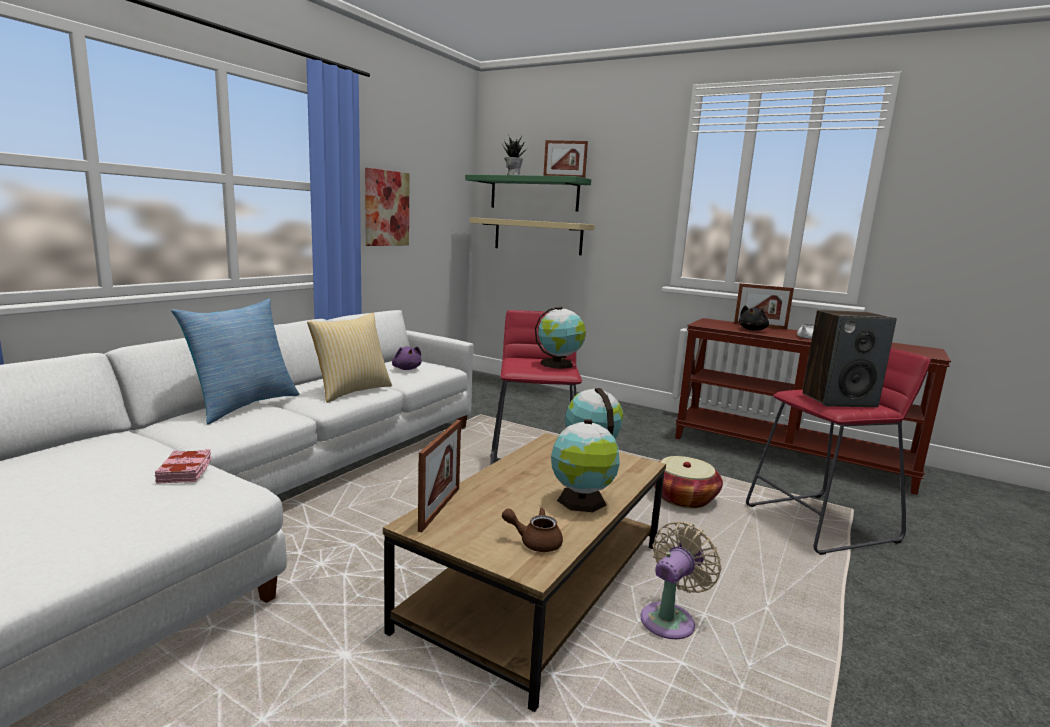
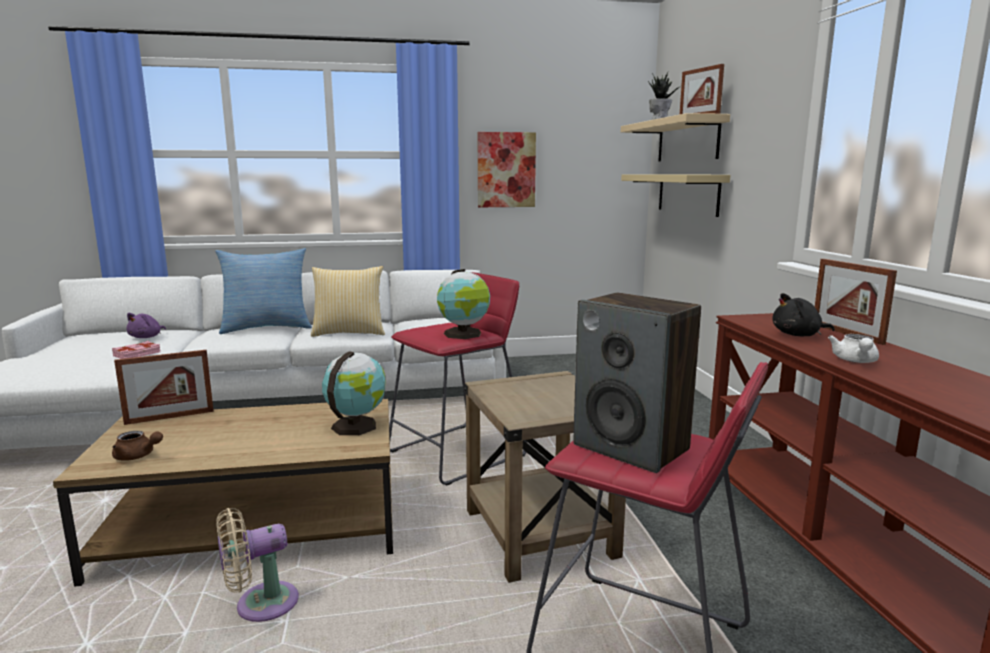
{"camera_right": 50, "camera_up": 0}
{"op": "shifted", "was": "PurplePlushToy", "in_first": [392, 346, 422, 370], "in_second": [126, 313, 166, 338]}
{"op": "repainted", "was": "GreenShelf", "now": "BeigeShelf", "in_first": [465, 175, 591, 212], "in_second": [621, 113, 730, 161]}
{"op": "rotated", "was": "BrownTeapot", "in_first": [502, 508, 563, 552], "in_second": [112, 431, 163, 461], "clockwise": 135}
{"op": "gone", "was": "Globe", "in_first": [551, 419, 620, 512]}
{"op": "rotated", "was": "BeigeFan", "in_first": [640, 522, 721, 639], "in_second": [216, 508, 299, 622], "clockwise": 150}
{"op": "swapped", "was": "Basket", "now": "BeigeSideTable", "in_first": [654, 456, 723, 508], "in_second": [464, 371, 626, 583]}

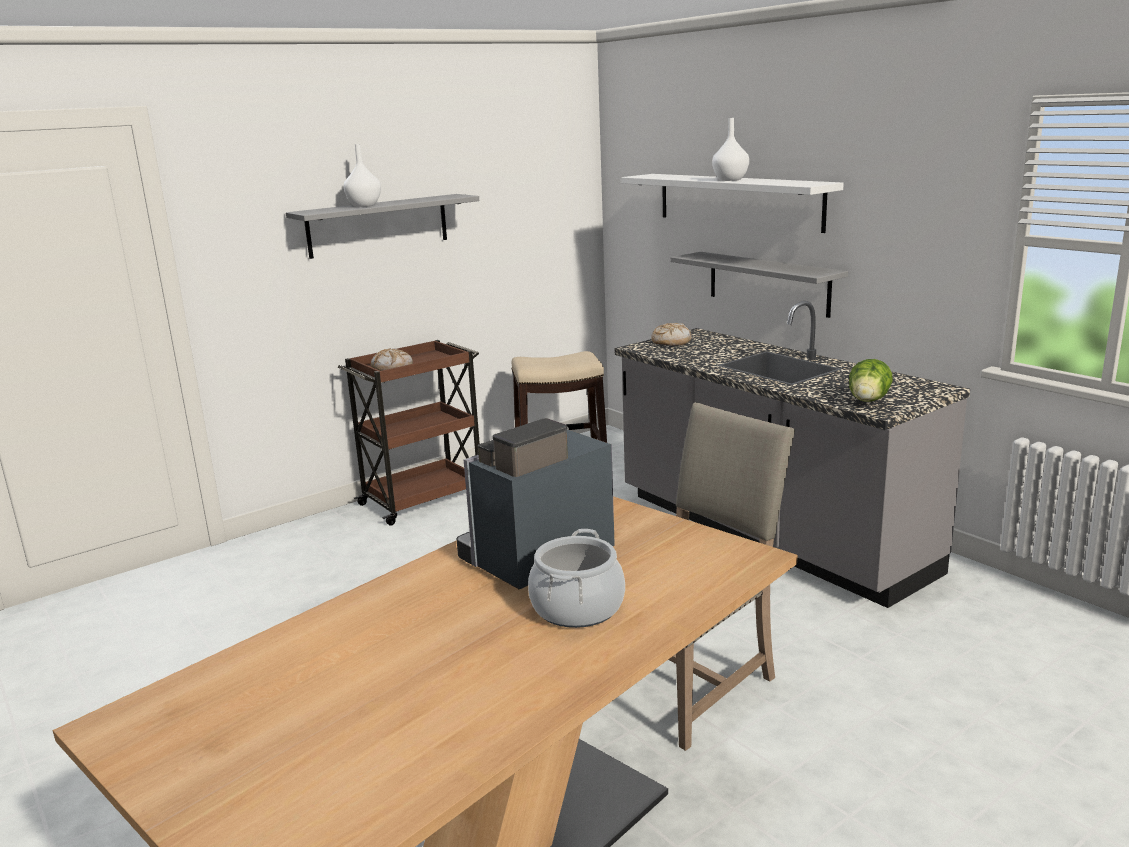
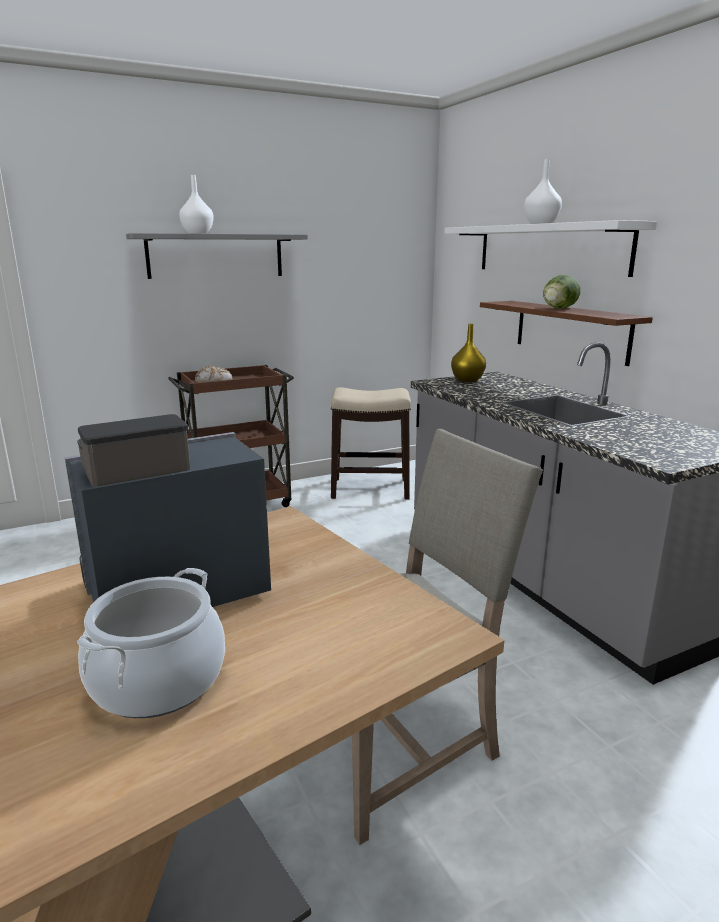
{"camera_right": 10, "camera_up": 0}
{"op": "swapped", "was": "Bread", "now": "YellowVase", "in_first": [651, 323, 692, 346], "in_second": [451, 324, 486, 382]}
{"op": "repainted", "was": "GreyShelf", "now": "BrownShelf", "in_first": [670, 252, 848, 318], "in_second": [480, 301, 653, 366]}
{"op": "shifted", "was": "Lettuce", "in_first": [849, 359, 893, 402], "in_second": [543, 275, 580, 308]}

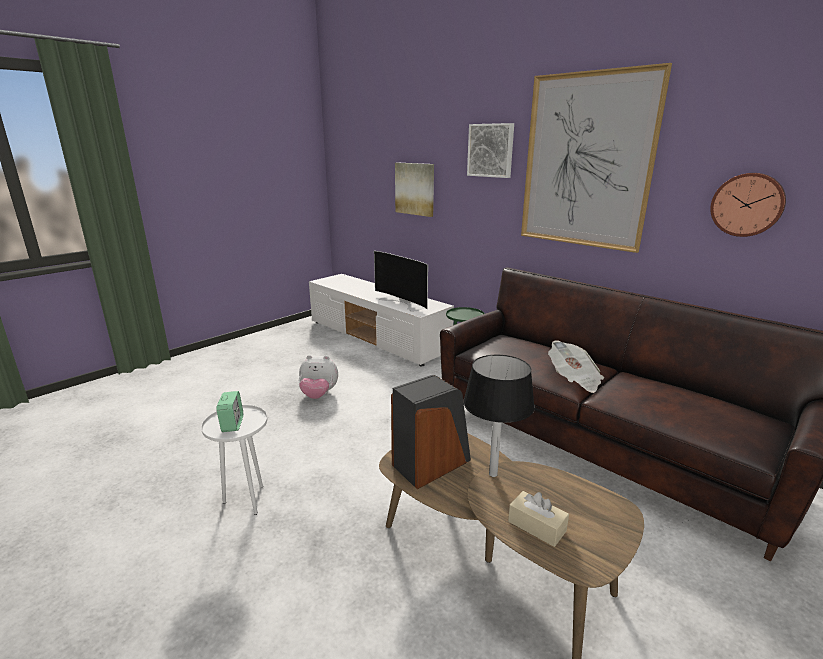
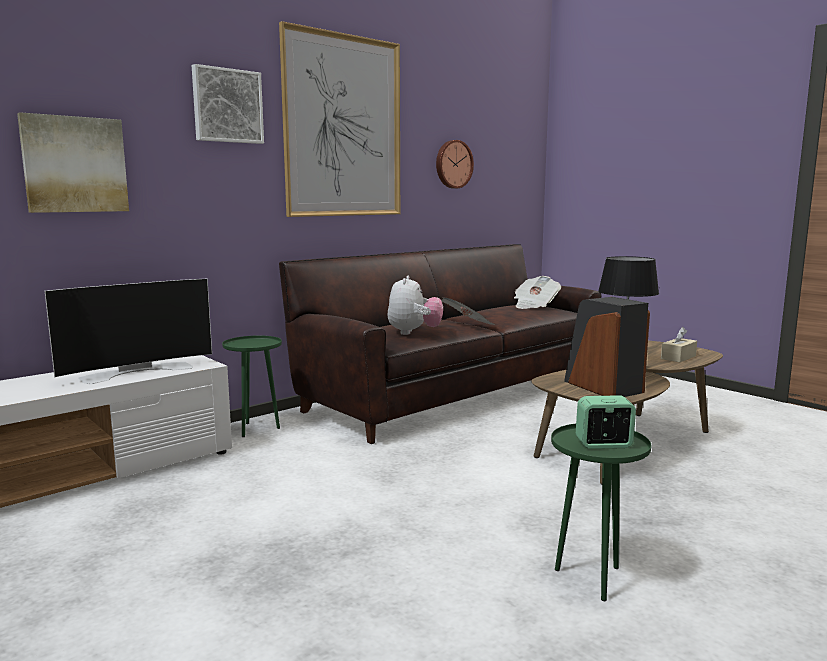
{"camera_right": -85, "camera_up": -10}
{"op": "repainted", "was": "WhiteSideTable", "now": "GreenSideTable", "in_first": [201, 405, 267, 515], "in_second": [551, 424, 651, 601]}
{"op": "shifted", "was": "PlushToy", "in_first": [298, 355, 338, 399], "in_second": [387, 276, 443, 335]}
{"op": "new", "now": "Newspaper", "in_second": [514, 276, 561, 309]}

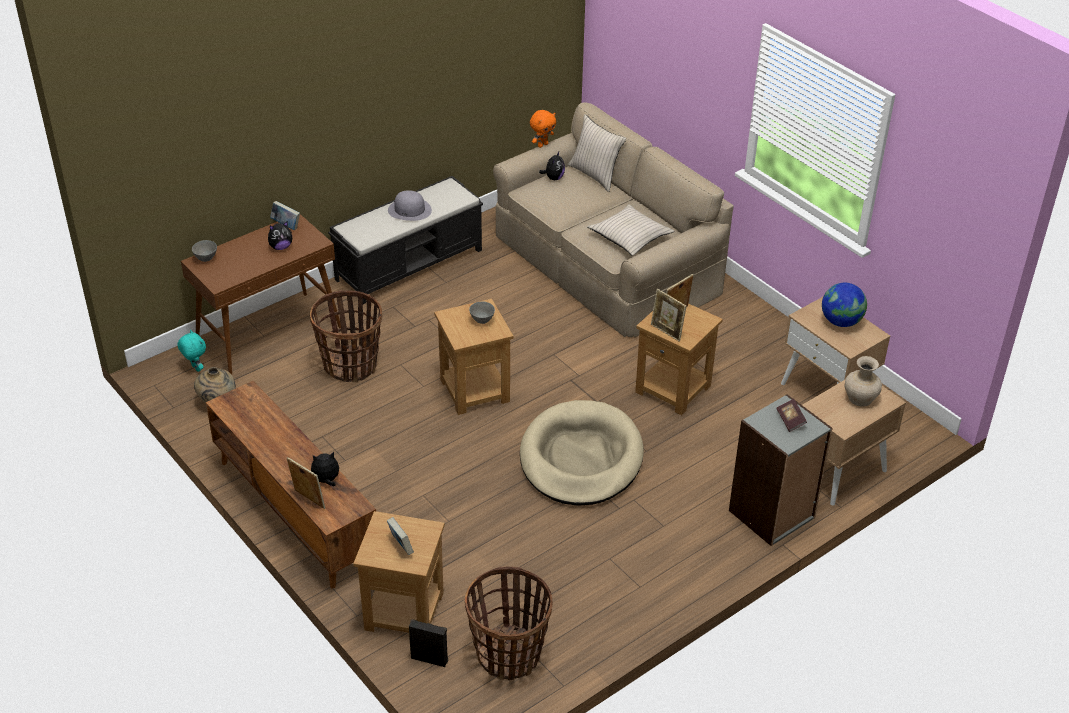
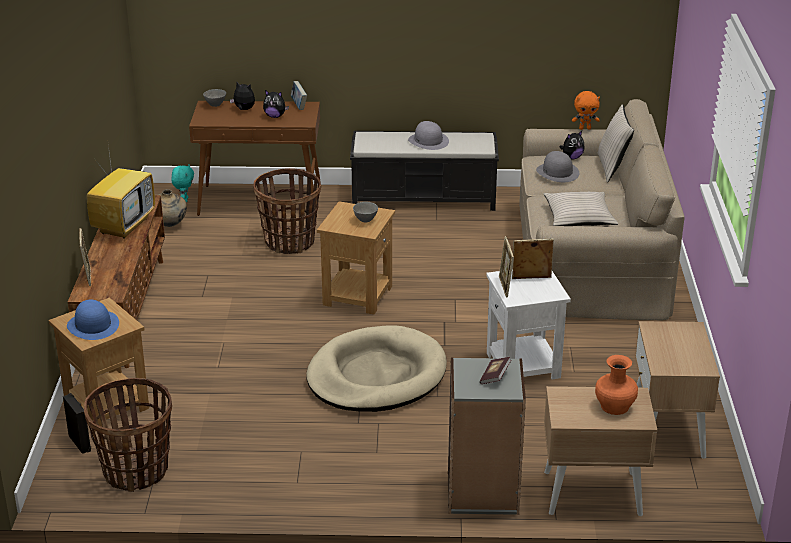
{"camera_right": 40, "camera_up": -10}
{"op": "shifted", "was": "PlushToy", "in_first": [311, 452, 339, 486], "in_second": [230, 82, 255, 110]}
{"op": "swapped", "was": "Book", "now": "BlueHat", "in_first": [387, 517, 413, 555], "in_second": [67, 299, 119, 340]}
{"op": "repainted", "was": "BrownSideTable", "now": "WhiteSideTable", "in_first": [635, 303, 723, 415], "in_second": [486, 271, 571, 379]}
{"op": "gone", "was": "Globe", "in_first": [822, 283, 867, 327]}
{"op": "repainted", "was": "BeigeVase", "now": "OrangeVase", "in_first": [845, 356, 882, 407], "in_second": [595, 355, 638, 415]}
{"op": "new", "now": "Television", "in_second": [87, 145, 155, 239]}
{"op": "new", "now": "GreyHat", "in_second": [536, 151, 579, 182]}

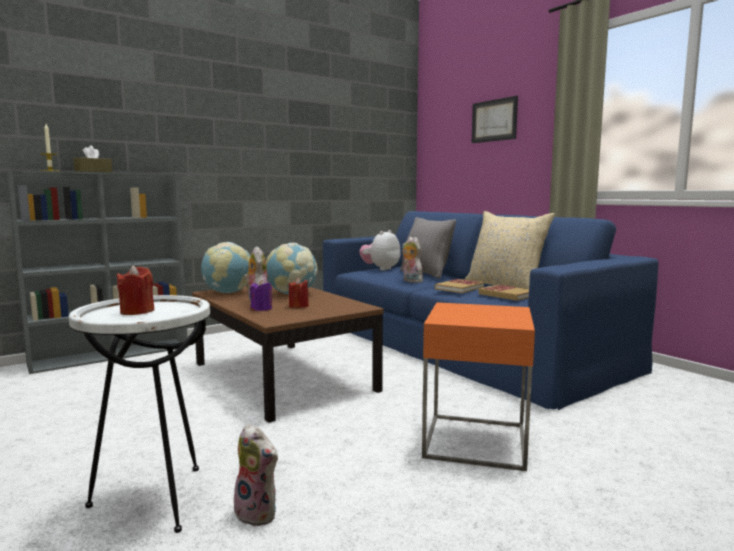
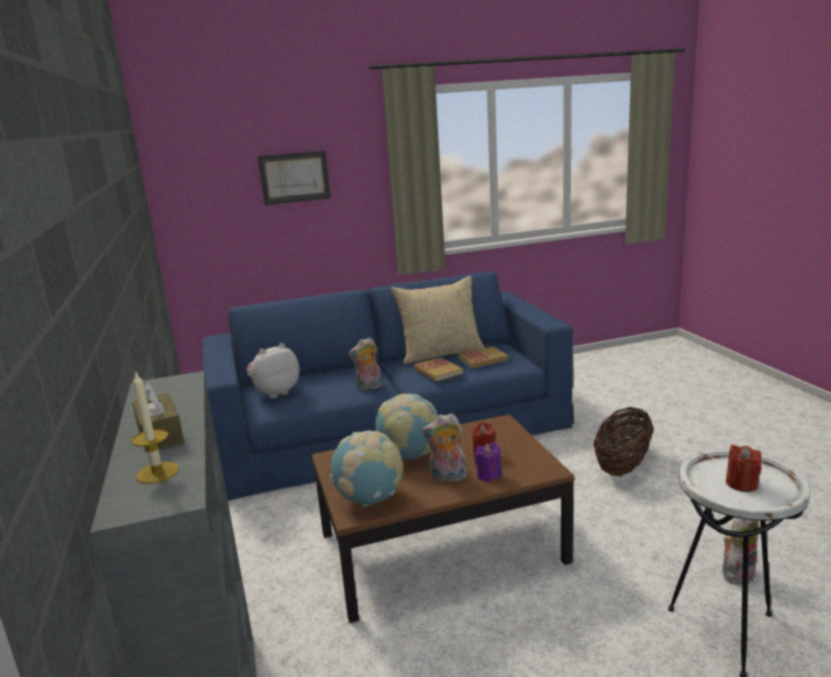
{"camera_right": -70, "camera_up": 10}
{"op": "rotated", "was": "PlushToy", "in_first": [359, 230, 401, 271], "in_second": [247, 343, 299, 399], "clockwise": 90}
{"op": "gone", "was": "GreyPillow", "in_first": [400, 217, 456, 279]}
{"op": "swapped", "was": "OrangeSideTable", "now": "Basket", "in_first": [422, 302, 535, 471], "in_second": [593, 407, 654, 476]}

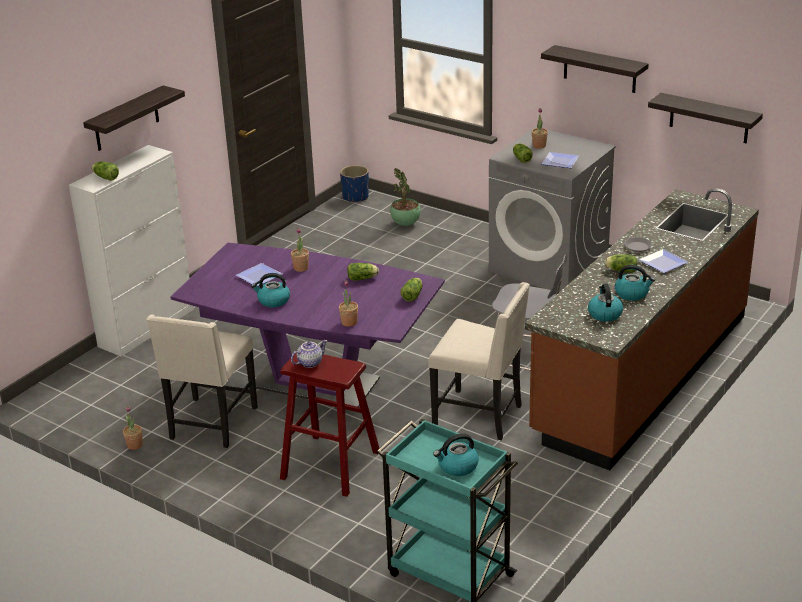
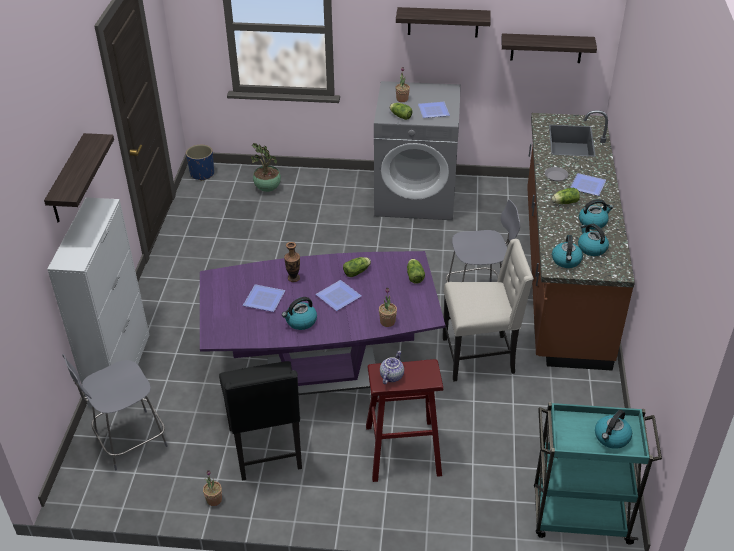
{"camera_right": -30, "camera_up": 10}
{"op": "gone", "was": "Lettuce", "in_first": [92, 161, 119, 181]}
{"op": "repainted", "was": "BeigeChair", "now": "BlackChair", "in_first": [147, 315, 258, 448], "in_second": [219, 361, 302, 481]}
{"op": "swapped", "was": "PottedPlant", "now": "Vase", "in_first": [291, 228, 309, 272], "in_second": [284, 242, 300, 282]}
{"op": "new", "now": "GreyStool", "in_second": [62, 354, 168, 470]}
{"op": "new", "now": "Plate", "in_second": [316, 280, 361, 311]}
{"op": "new", "now": "Kettle", "in_second": [552, 235, 583, 268]}

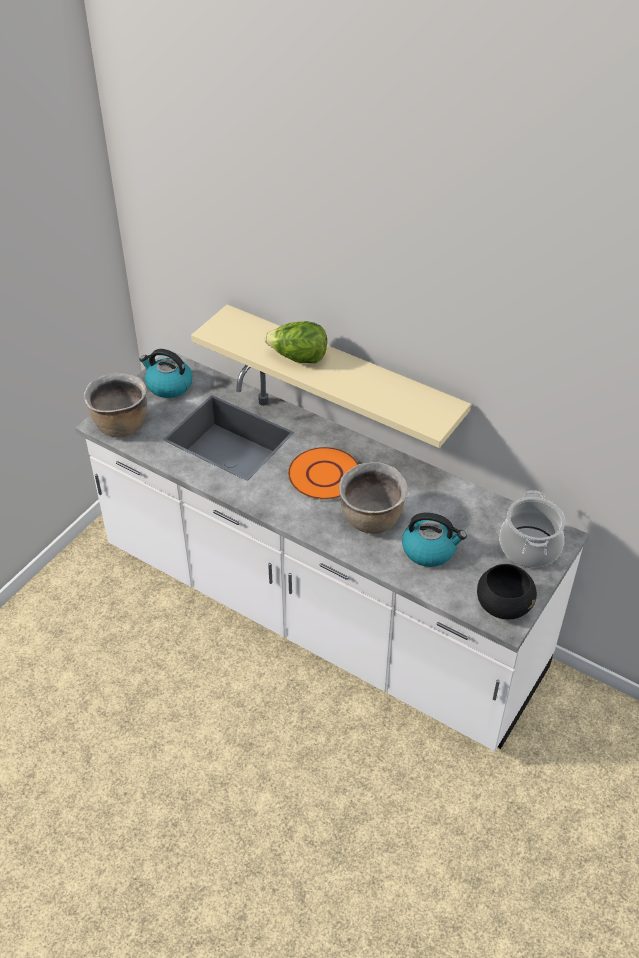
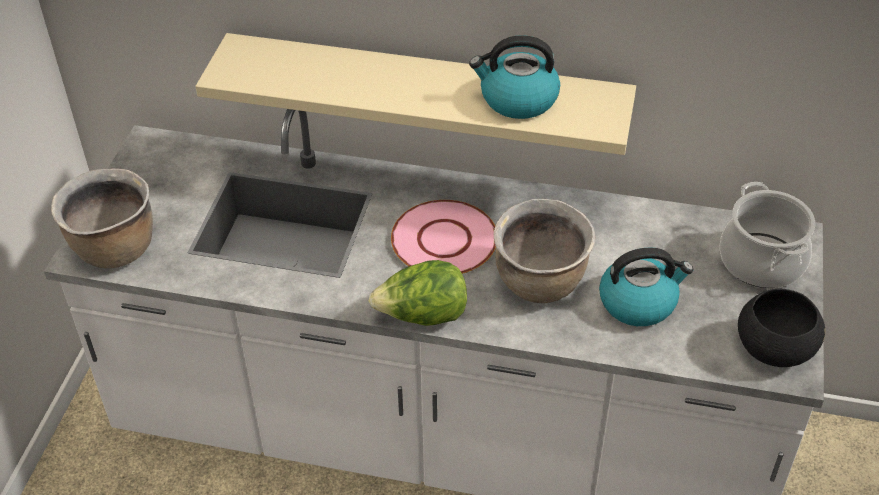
{"camera_right": -20, "camera_up": 0}
{"op": "shifted", "was": "Kettle", "in_first": [140, 349, 193, 398], "in_second": [469, 35, 560, 119]}
{"op": "shifted", "was": "Lettuce", "in_first": [264, 321, 327, 363], "in_second": [369, 260, 467, 326]}
{"op": "repainted", "was": "OrangePlate", "now": "PinkPlate", "in_first": [288, 447, 359, 500], "in_second": [391, 200, 496, 274]}

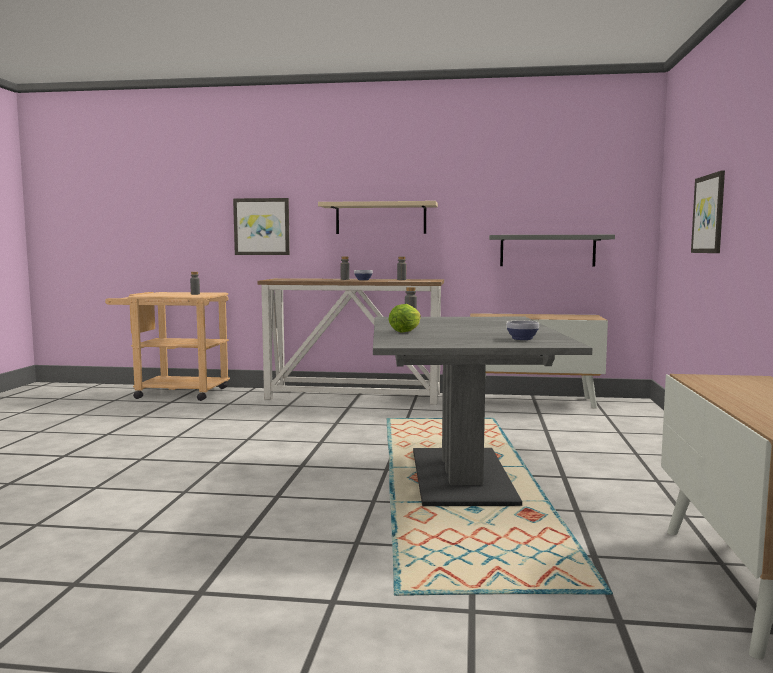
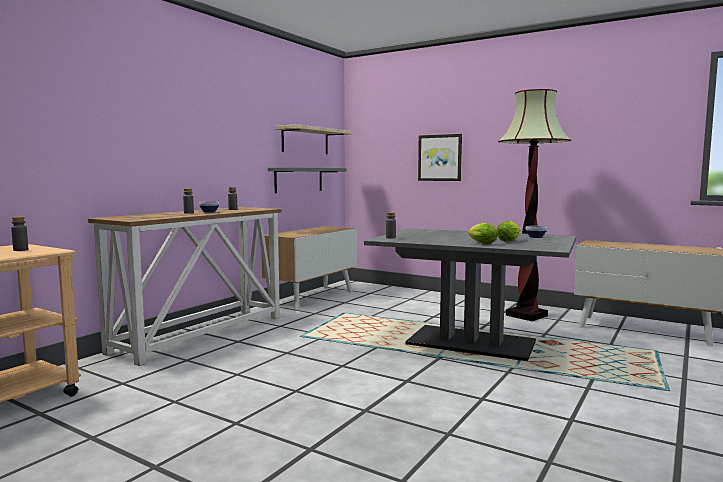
{"camera_right": -65, "camera_up": 0}
{"op": "gone", "was": "Picture", "in_first": [233, 198, 290, 255]}
{"op": "shifted", "was": "BeigeShelf", "in_first": [318, 201, 438, 234], "in_second": [275, 124, 352, 154]}
{"op": "new", "now": "Lettuce", "in_second": [496, 221, 520, 242]}
{"op": "new", "now": "FloorLamp", "in_second": [498, 89, 571, 321]}

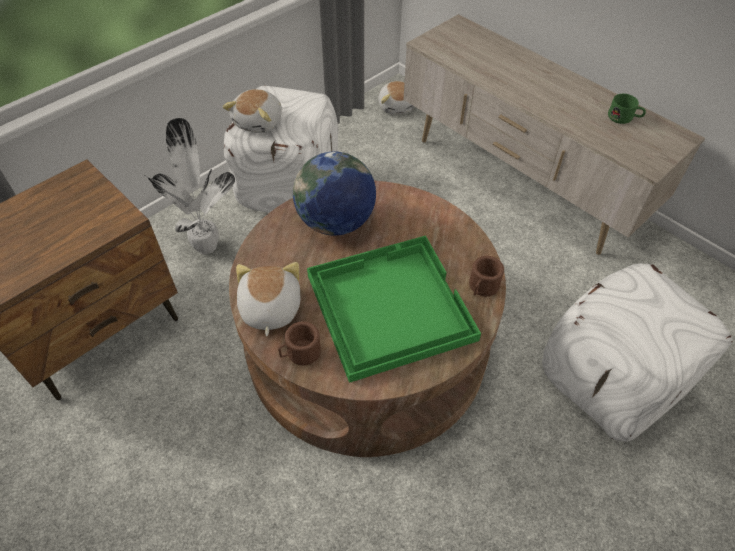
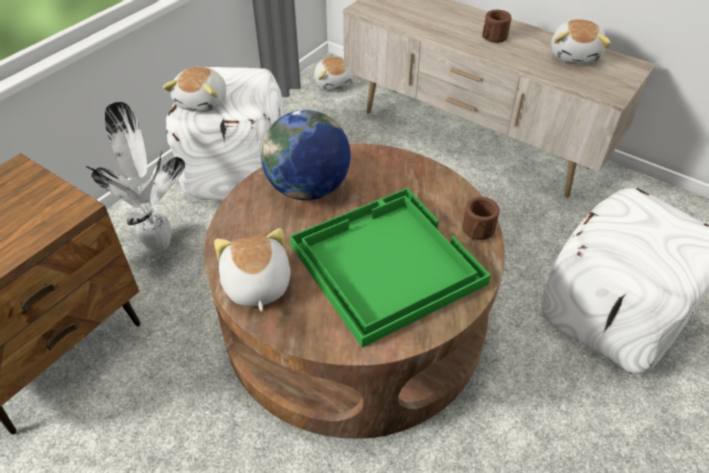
{"camera_right": -10, "camera_up": -5}
{"op": "shifted", "was": "BrownMug", "in_first": [278, 322, 321, 365], "in_second": [482, 10, 512, 43]}
{"op": "swapped", "was": "GreenMug", "now": "PlushToy", "in_first": [608, 94, 646, 124], "in_second": [551, 19, 611, 64]}

